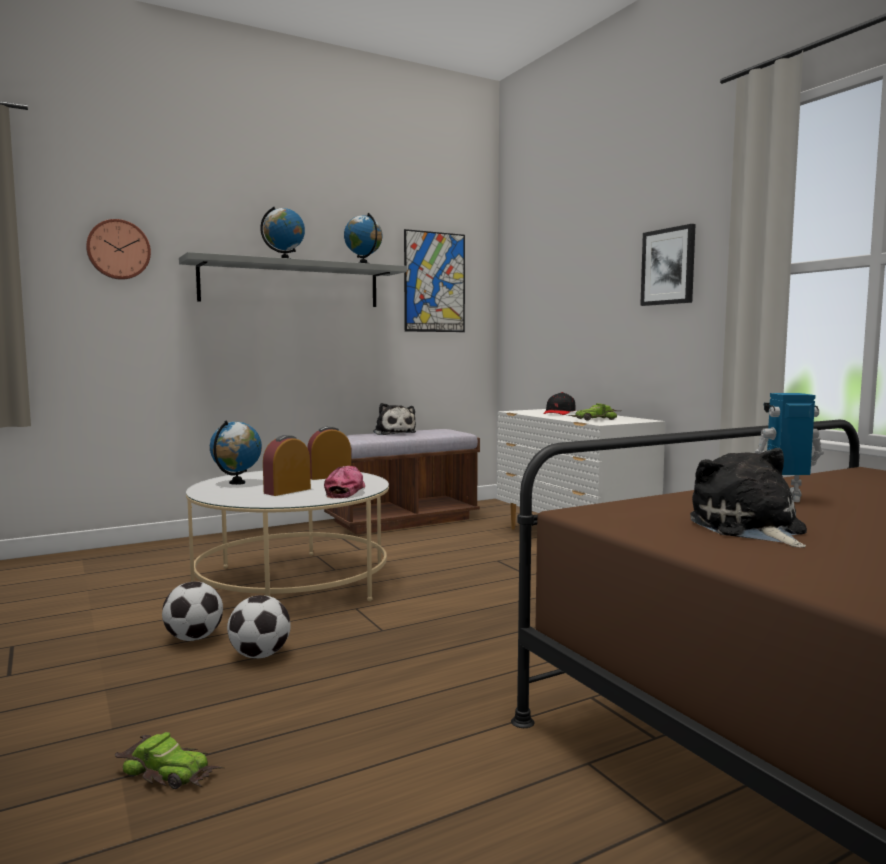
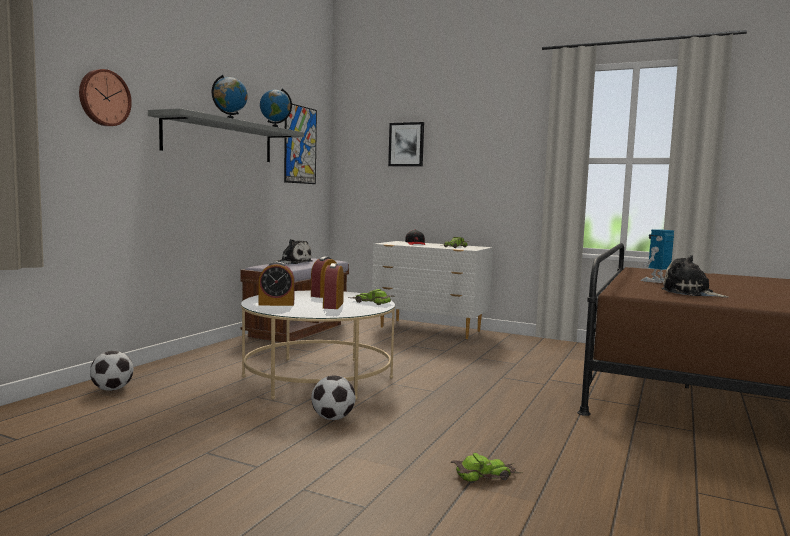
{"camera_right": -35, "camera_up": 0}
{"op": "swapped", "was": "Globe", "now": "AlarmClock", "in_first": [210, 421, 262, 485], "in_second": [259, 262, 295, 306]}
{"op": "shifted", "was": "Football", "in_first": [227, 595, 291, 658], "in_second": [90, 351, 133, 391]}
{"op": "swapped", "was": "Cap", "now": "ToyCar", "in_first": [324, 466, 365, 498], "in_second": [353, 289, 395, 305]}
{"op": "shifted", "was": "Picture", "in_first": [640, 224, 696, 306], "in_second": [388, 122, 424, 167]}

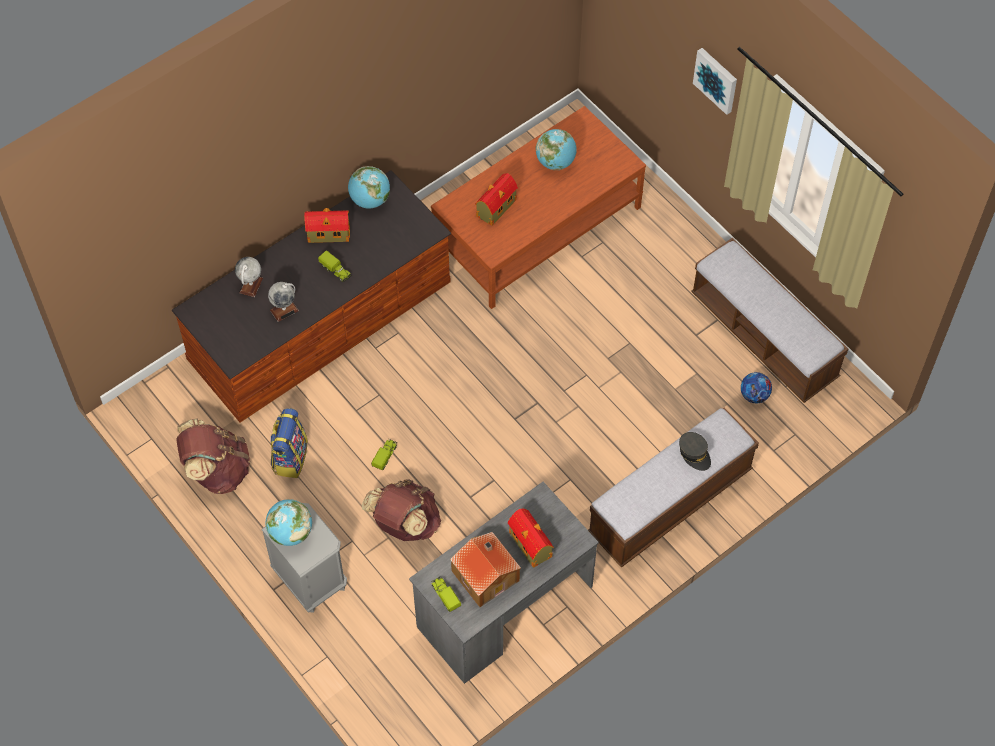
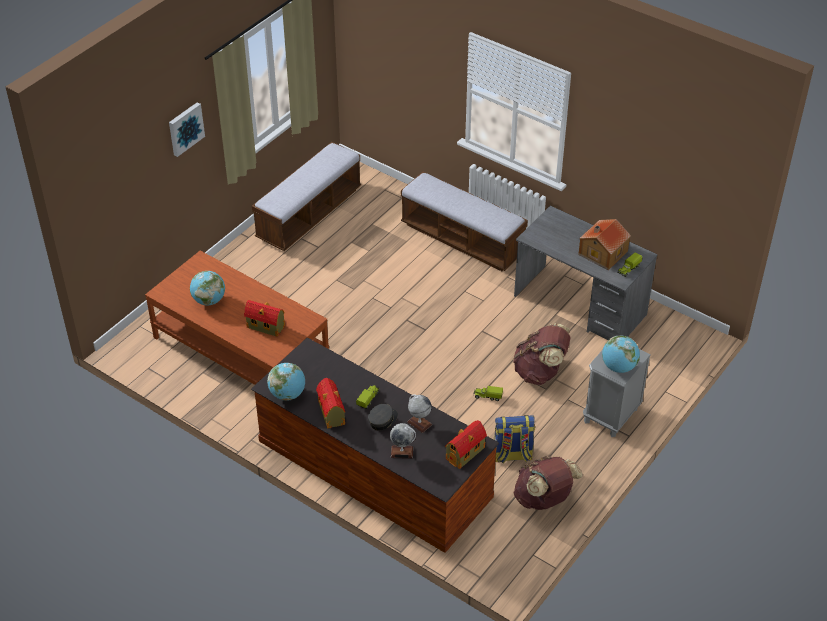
{"camera_right": -105, "camera_up": -15}
{"op": "shifted", "was": "ToyHouse", "in_first": [508, 509, 554, 568], "in_second": [445, 420, 487, 469]}
{"op": "shifted", "was": "GreyCap", "in_first": [679, 432, 711, 471], "in_second": [368, 404, 398, 430]}
{"op": "gone", "was": "Football", "in_first": [741, 372, 772, 403]}

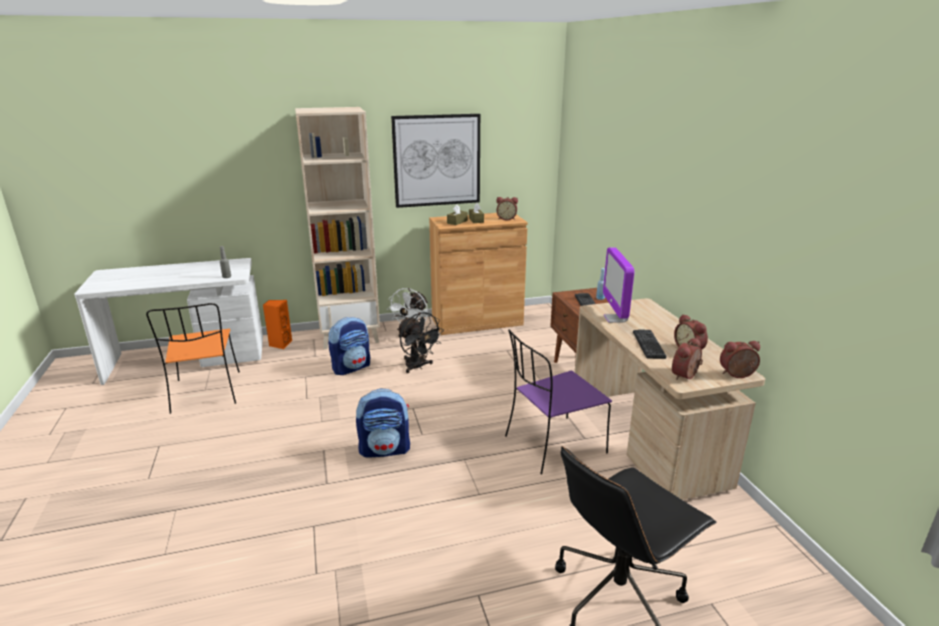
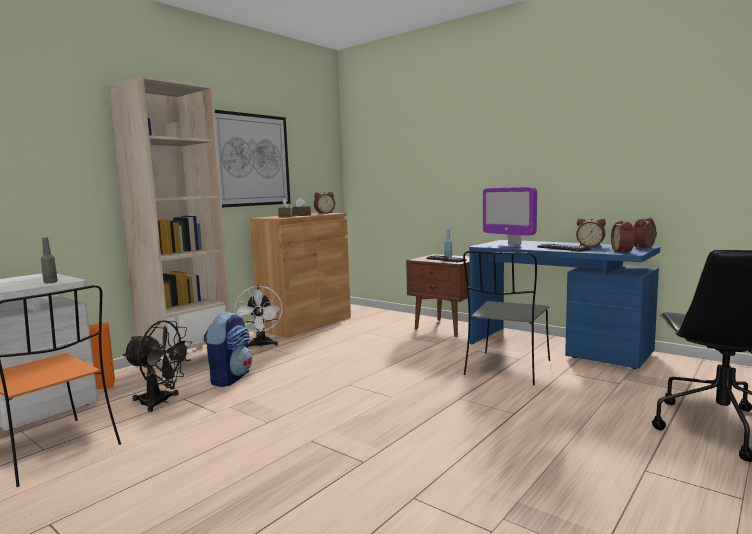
{"camera_right": -35, "camera_up": -15}
{"op": "gone", "was": "Backpack", "in_first": [356, 388, 410, 458]}
{"op": "shifted", "was": "BlackFan", "in_first": [397, 312, 444, 373], "in_second": [123, 320, 192, 412]}
{"op": "repainted", "was": "PurpleChair", "now": "GreyChair", "in_first": [505, 330, 612, 474], "in_second": [463, 251, 550, 385]}
{"op": "repainted", "was": "BeigeDesk", "now": "BlueDesk", "in_first": [575, 298, 765, 500], "in_second": [469, 240, 660, 369]}

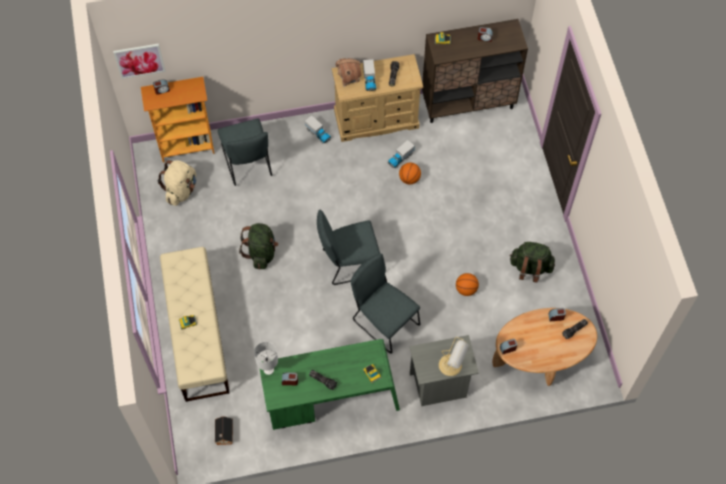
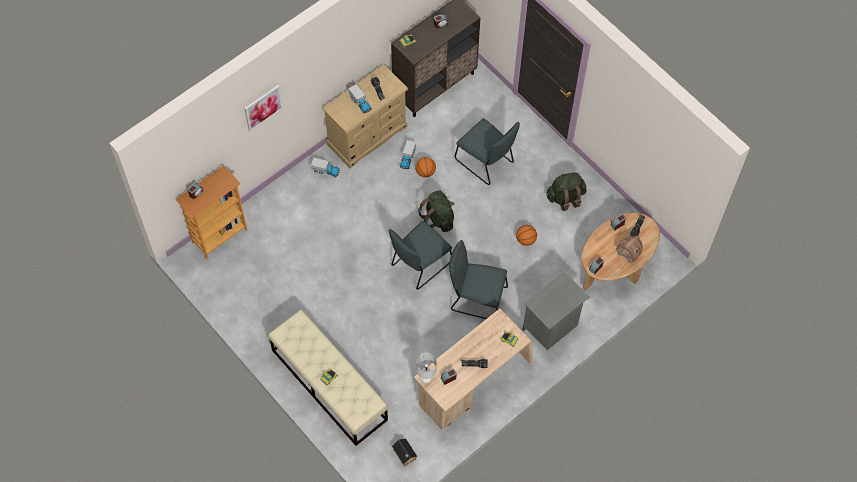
{"camera_right": -30, "camera_up": 0}
{"op": "shifted", "was": "Picture", "in_first": [113, 44, 166, 79], "in_second": [244, 85, 283, 131]}
{"op": "gone", "was": "BeigeBackpack", "in_first": [158, 160, 196, 206]}
{"op": "shifted", "was": "GreyChair", "in_first": [218, 119, 272, 186], "in_second": [454, 118, 520, 185]}
{"op": "shifted", "was": "GreenBackpack", "in_first": [239, 223, 279, 269], "in_second": [418, 190, 454, 232]}
{"op": "repainted", "was": "GreenDesk", "now": "BeigeDesk", "in_first": [259, 339, 400, 430], "in_second": [414, 308, 533, 430]}
{"op": "shifted", "was": "ToyHouse", "in_first": [336, 58, 362, 87], "in_second": [616, 236, 643, 264]}
{"op": "gone", "was": "TableLamp", "in_first": [439, 337, 469, 376]}

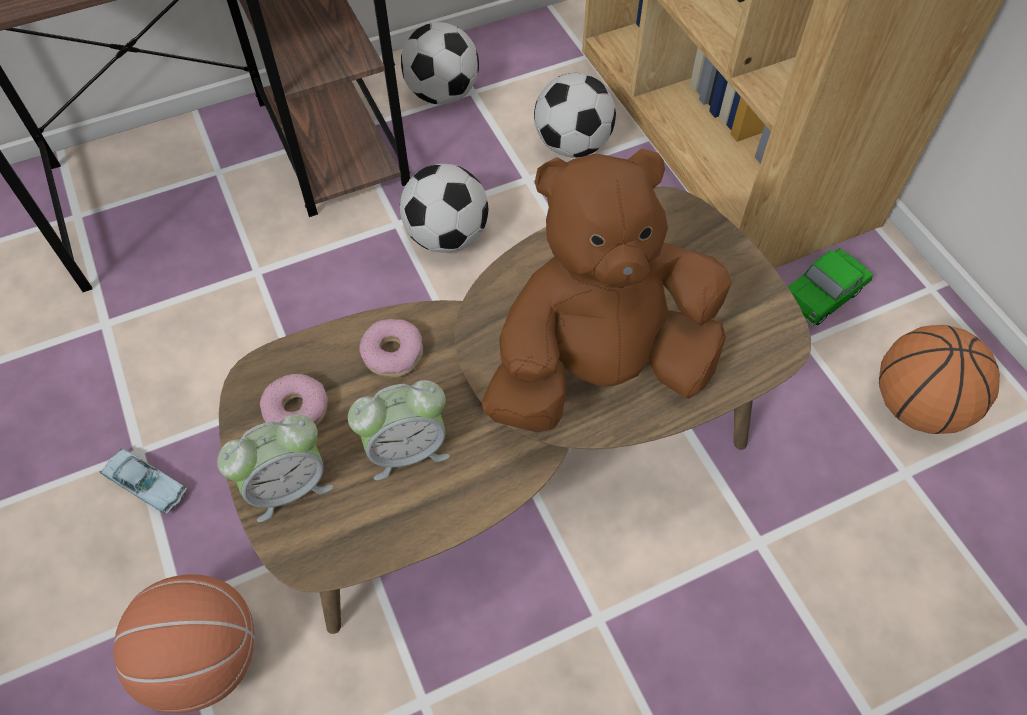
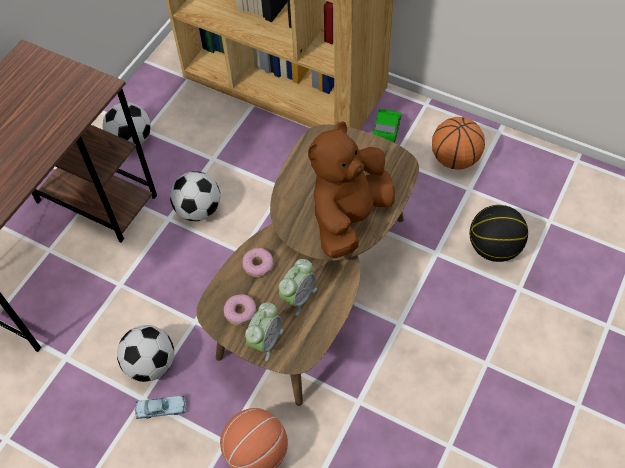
{"camera_right": -35, "camera_up": 0}
{"op": "shifted", "was": "Football", "in_first": [534, 73, 616, 158], "in_second": [117, 325, 174, 382]}
{"op": "new", "now": "Basketball", "in_second": [470, 205, 528, 262]}

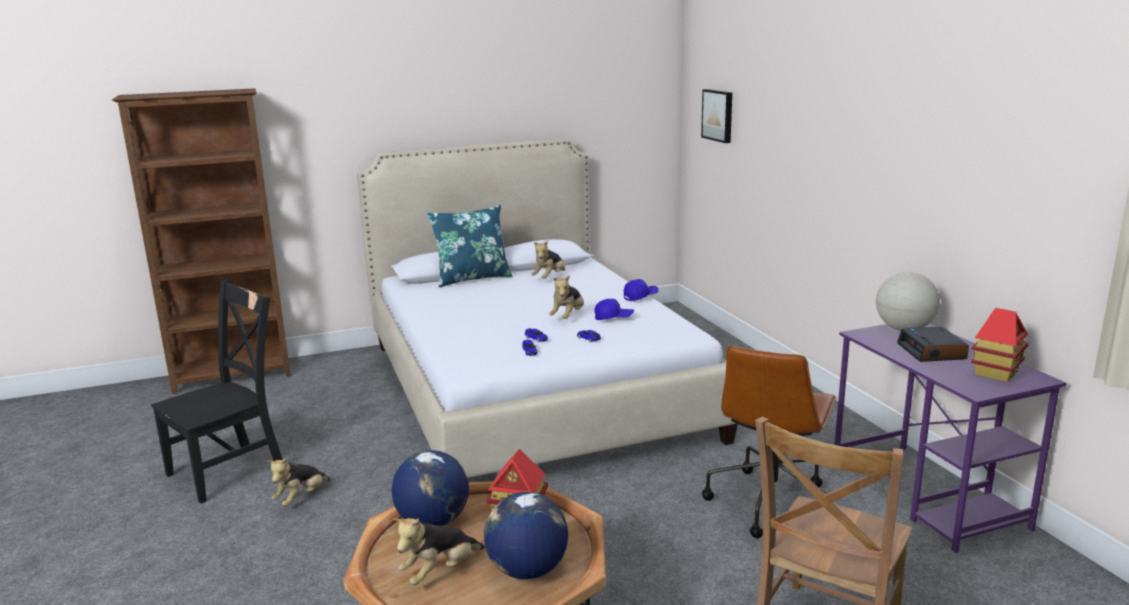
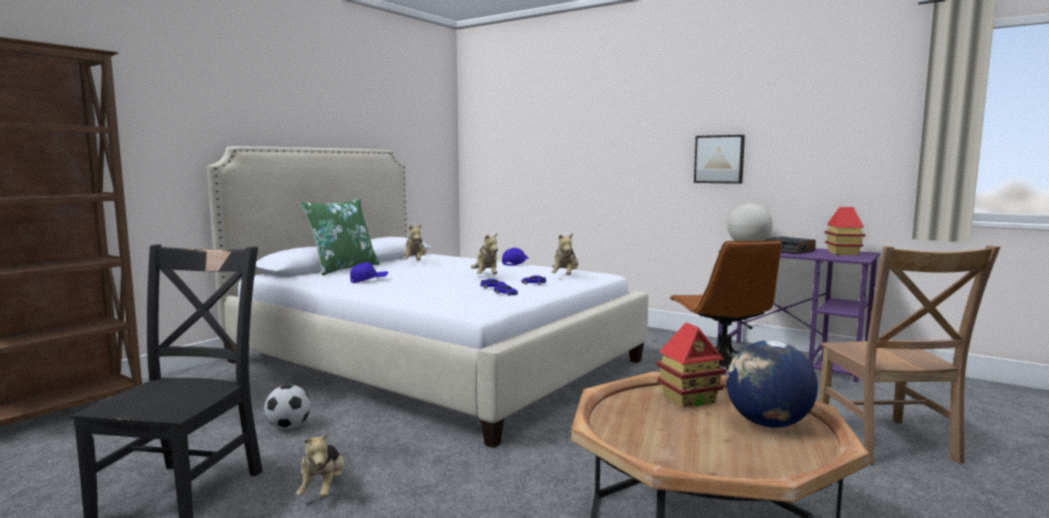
{"camera_right": -35, "camera_up": -10}
{"op": "gone", "was": "Globe", "in_first": [392, 450, 469, 526]}
{"op": "shifted", "was": "PlushToy", "in_first": [393, 518, 485, 585], "in_second": [551, 233, 579, 275]}
{"op": "repainted", "was": "BluePillow", "now": "GreenPillow", "in_first": [427, 205, 512, 287], "in_second": [300, 198, 380, 275]}
{"op": "shifted", "was": "BlueCap", "in_first": [595, 299, 634, 320], "in_second": [350, 262, 388, 283]}
{"op": "shifted", "was": "Picture", "in_first": [701, 89, 732, 143], "in_second": [694, 135, 745, 184]}
{"op": "new", "now": "Football", "in_second": [264, 385, 311, 429]}

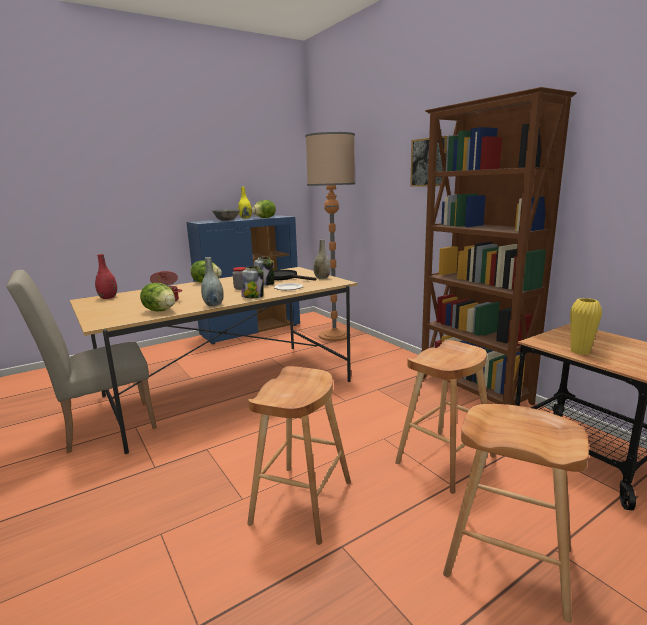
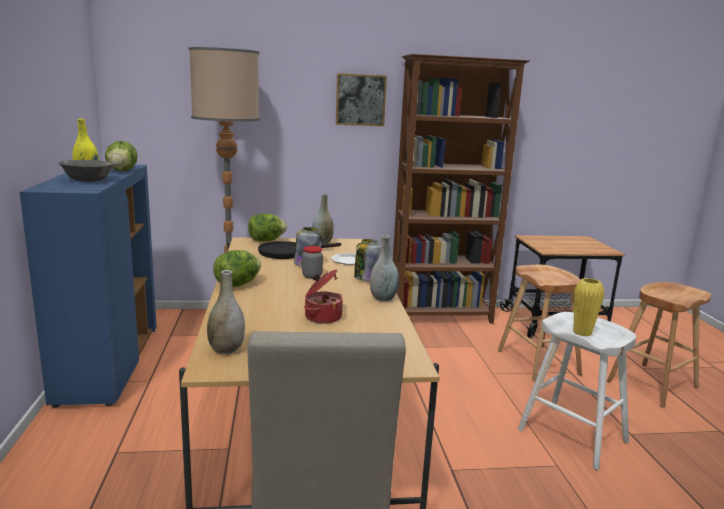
{"camera_right": -65, "camera_up": 0}
{"op": "repainted", "was": "RedVase", "now": "GreyVase", "in_first": [95, 254, 117, 299], "in_second": [207, 270, 245, 354]}
{"op": "shifted", "was": "Lettuce", "in_first": [140, 283, 175, 311], "in_second": [248, 213, 287, 242]}
{"op": "repainted", "was": "BrownStool", "now": "WhiteStool", "in_first": [247, 366, 351, 545], "in_second": [518, 312, 636, 470]}
{"op": "shifted", "was": "YellowVase", "in_first": [570, 298, 602, 355], "in_second": [574, 278, 604, 336]}

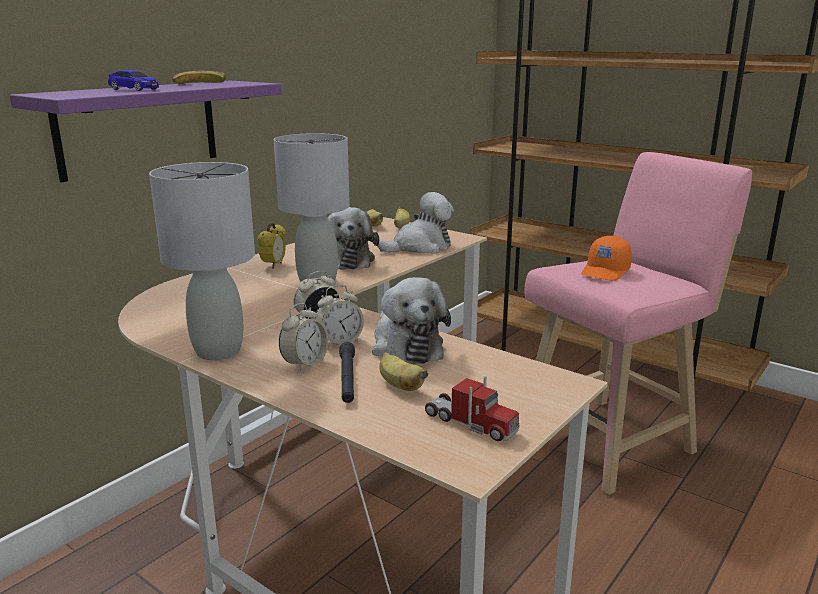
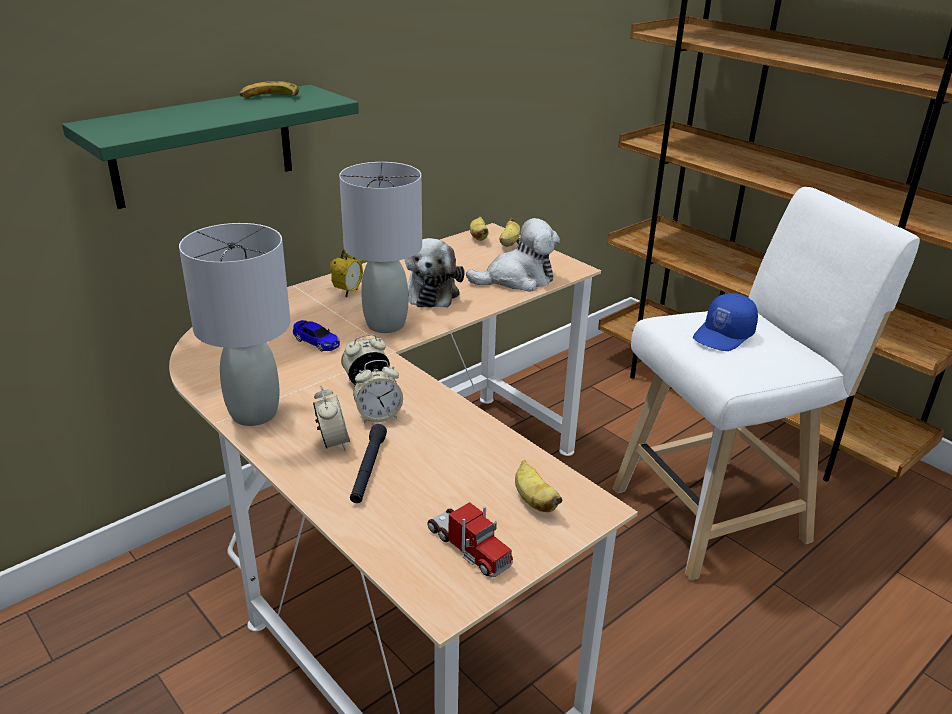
{"camera_right": 10, "camera_up": 10}
{"op": "repainted", "was": "PurpleShelf", "now": "GreenShelf", "in_first": [10, 81, 282, 182], "in_second": [62, 85, 359, 209]}
{"op": "shifted", "was": "ToyCar", "in_first": [108, 70, 159, 91], "in_second": [293, 320, 340, 351]}
{"op": "rotated", "was": "AlarmClock", "in_first": [279, 303, 328, 372], "in_second": [313, 386, 350, 451], "clockwise": -60}
{"op": "gone", "was": "PlushToy", "in_first": [372, 277, 451, 365]}
{"op": "shifted", "was": "Banana", "in_first": [379, 352, 428, 391], "in_second": [515, 460, 563, 512]}
{"op": "repainted", "was": "PinkStool", "now": "WhiteStool", "in_first": [525, 152, 752, 495], "in_second": [613, 187, 920, 581]}
{"op": "repainted", "was": "OrangeCap", "now": "BlueCap", "in_first": [581, 236, 632, 281], "in_second": [693, 293, 758, 351]}

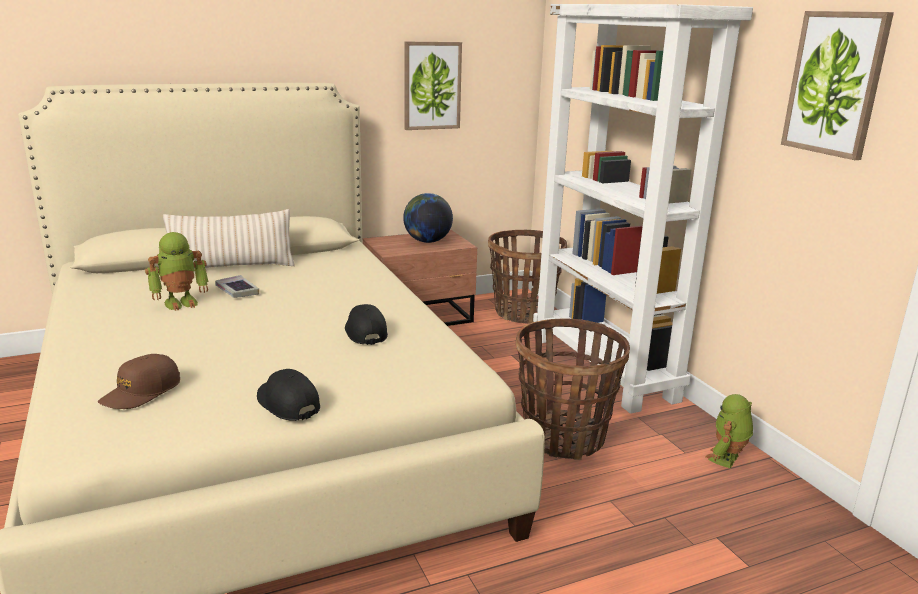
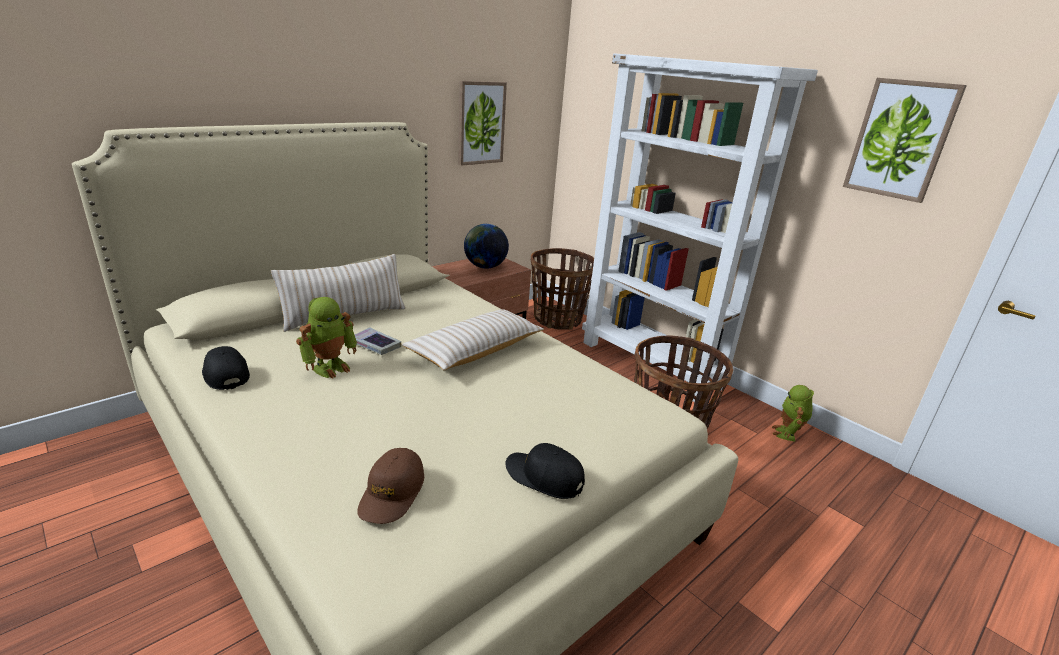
{"camera_right": -20, "camera_up": 5}
{"op": "shifted", "was": "BlackCap", "in_first": [345, 304, 388, 345], "in_second": [202, 346, 250, 390]}
{"op": "new", "now": "BeigePillow", "in_second": [402, 309, 544, 370]}

